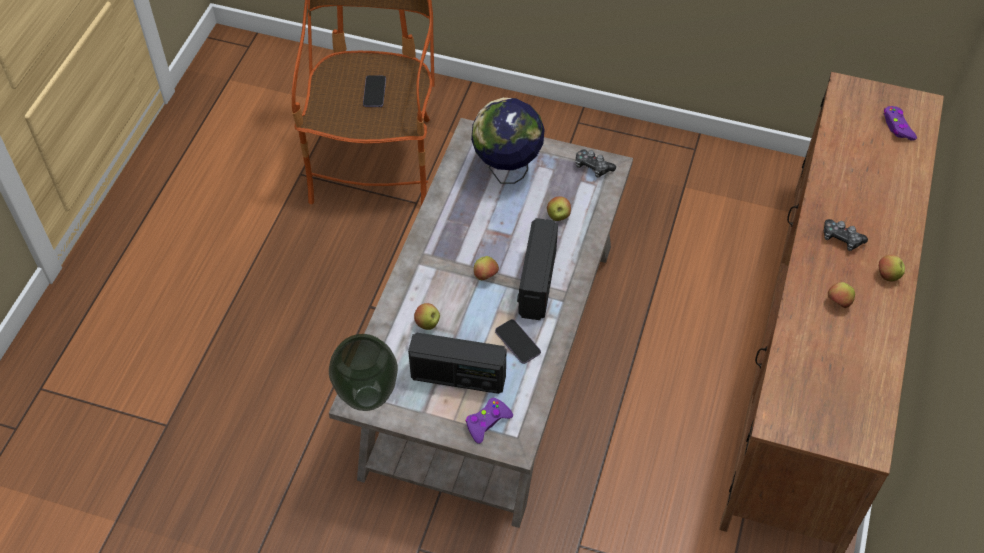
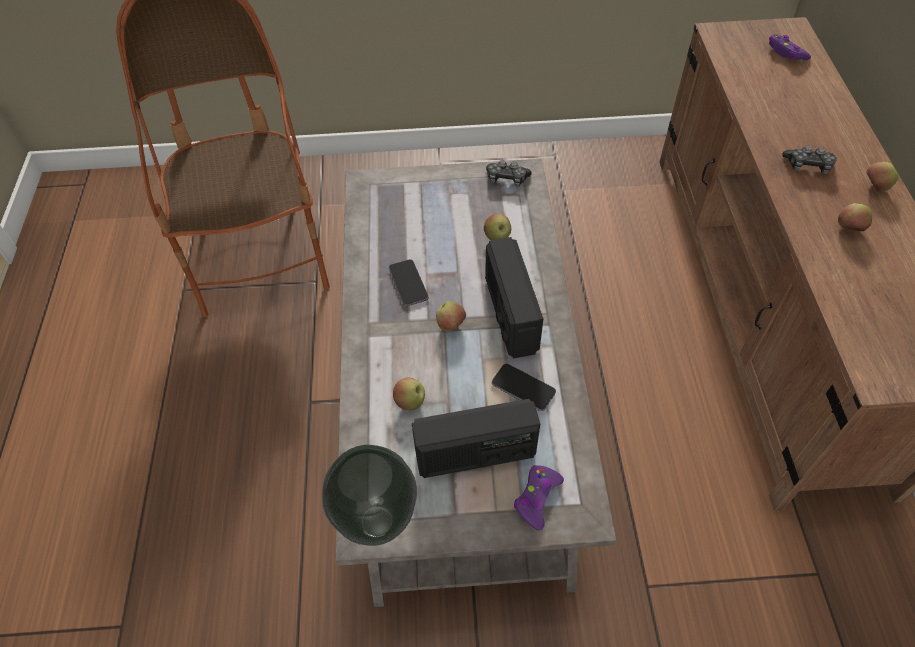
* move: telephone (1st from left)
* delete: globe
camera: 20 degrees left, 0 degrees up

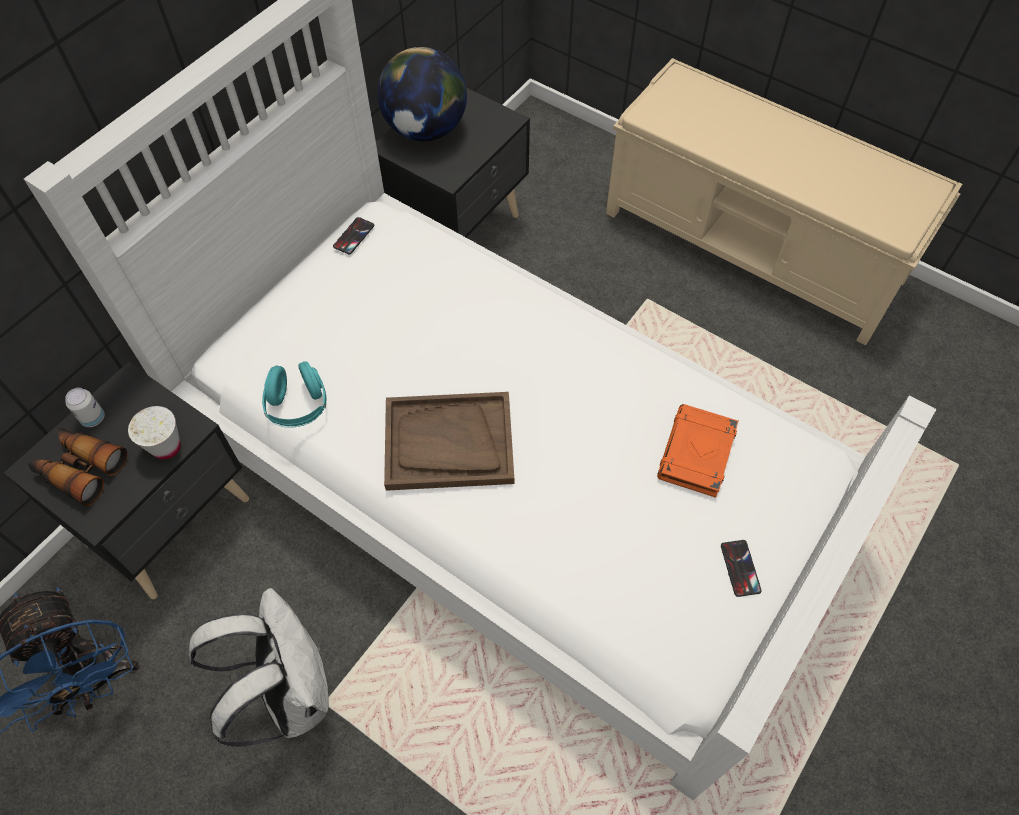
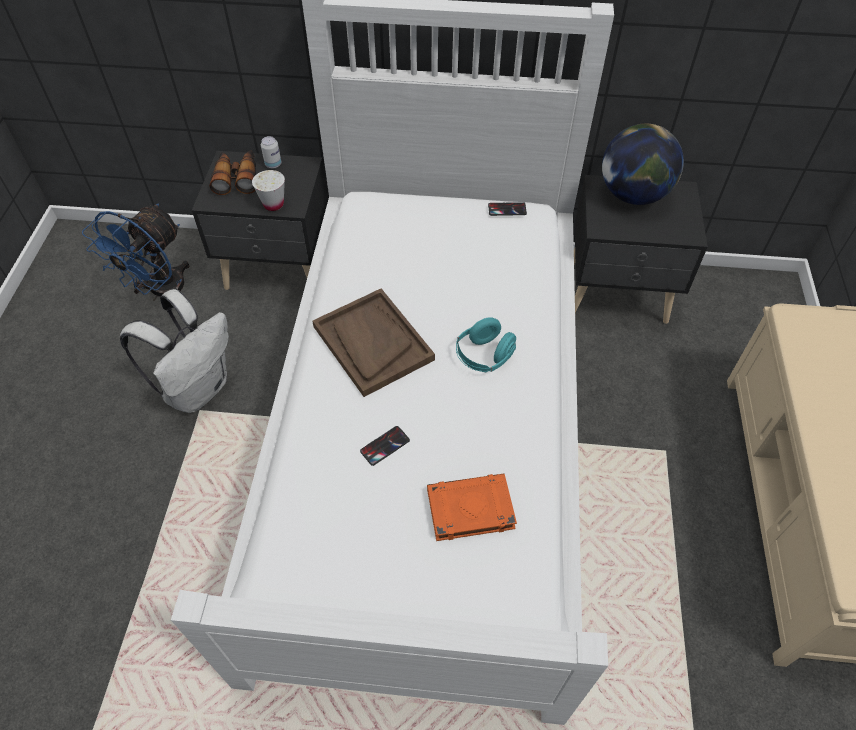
* move: turquoise headphones
* move: telephone (2nd from left in the first image) to telephone (1st from left)
camera: 60 degrees right, 5 degrees down

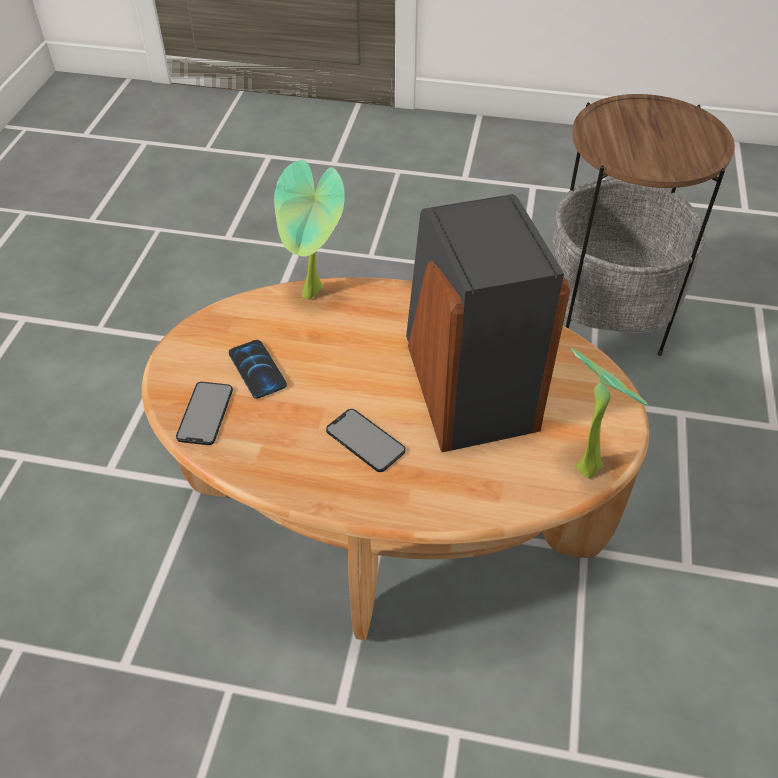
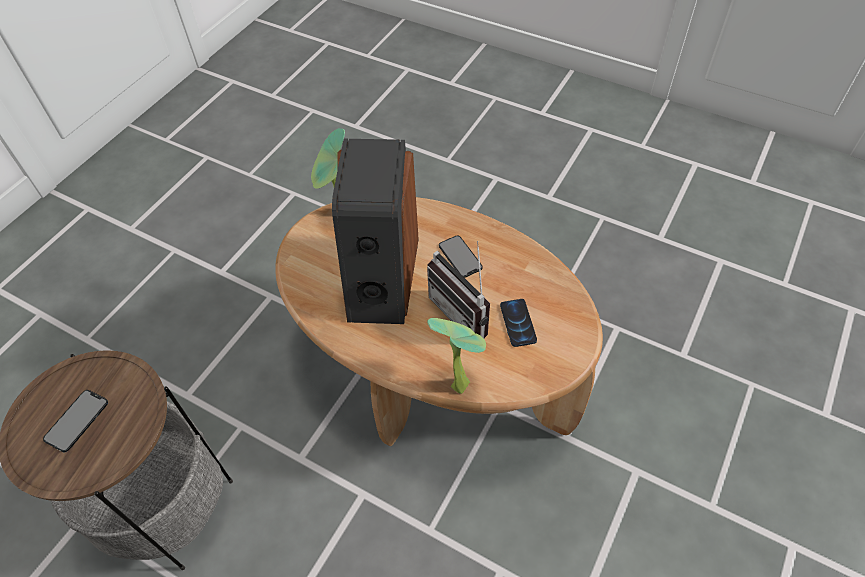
* move: telephone (1st from left)
* insert: radio receiver
camera: 160 degrees left, 5 degrees up

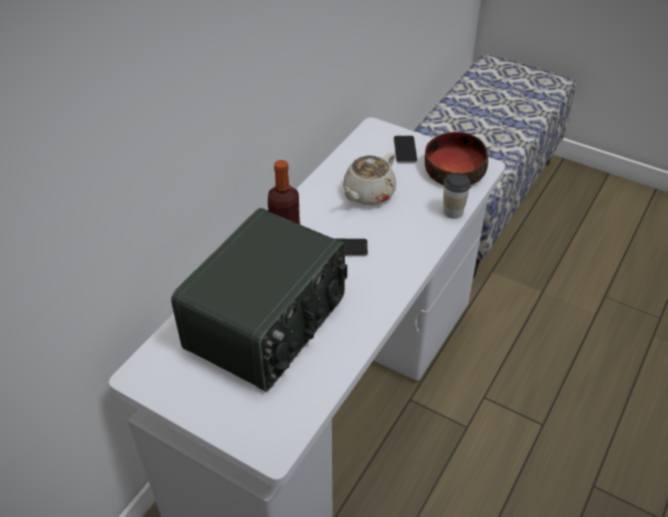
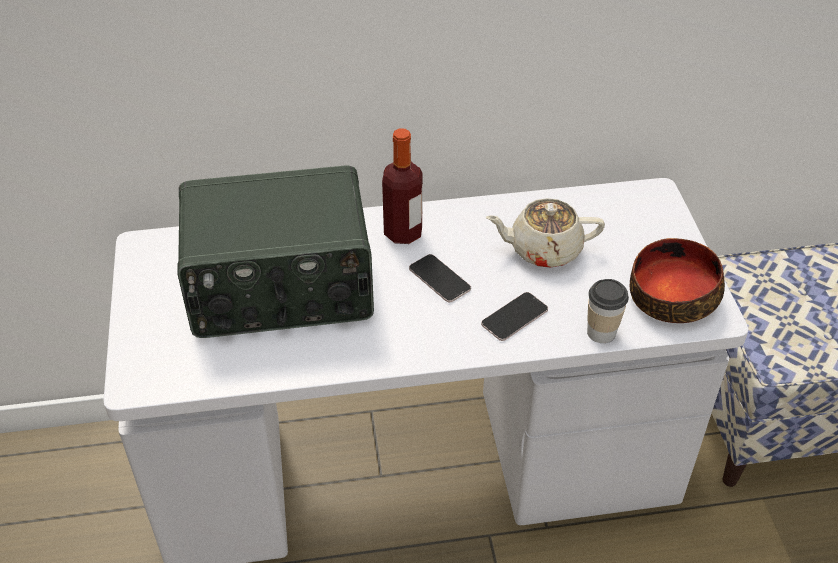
* move: telephone (2nd from left)
camera: 50 degrees right, 0 degrees up

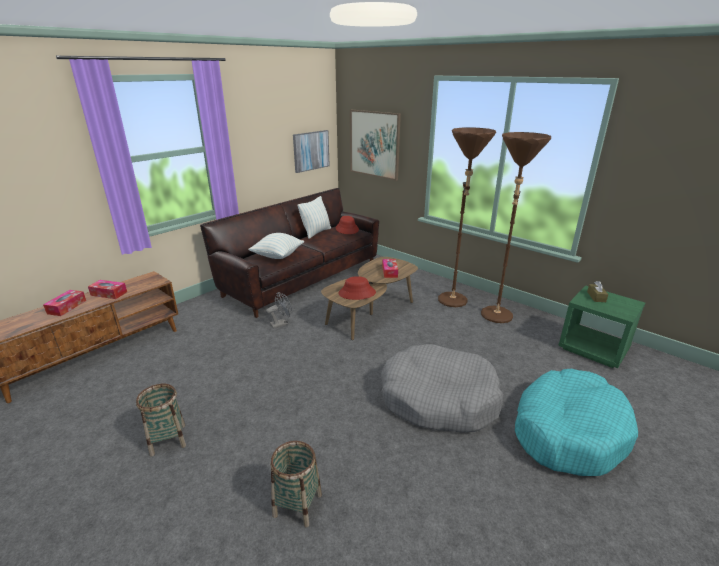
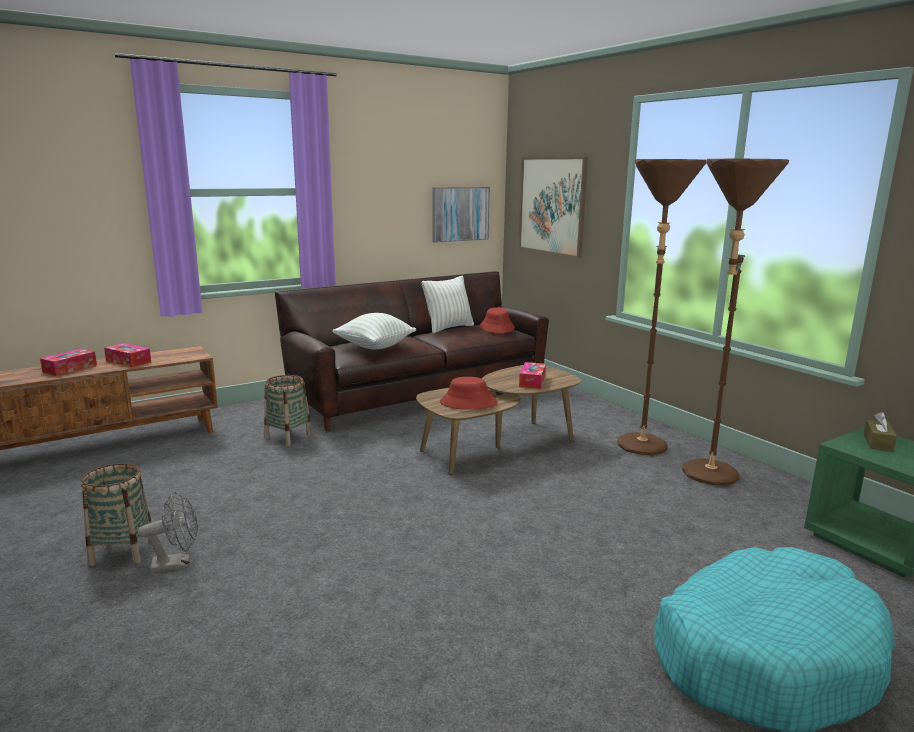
* move: gray cooling fan
* delete: gray pet bed
* move: storage basket (2nd from left)
camera: 15 degrees right, 10 degrees down

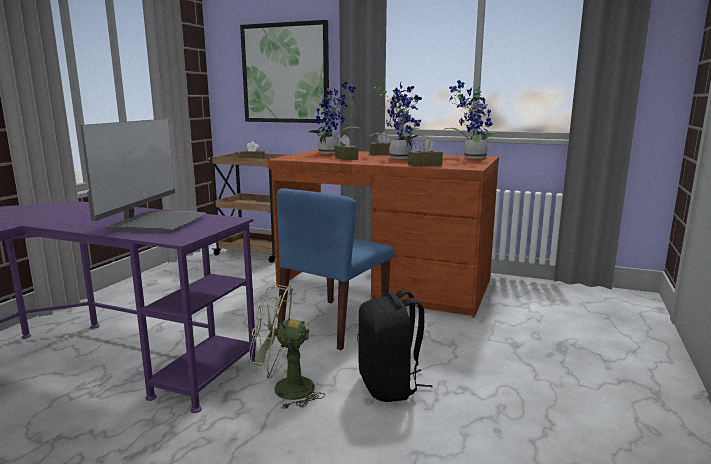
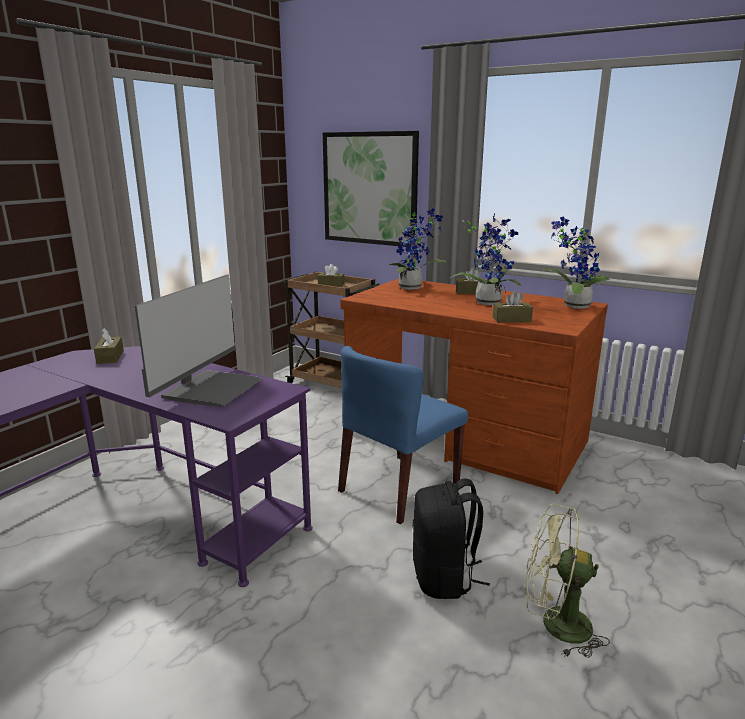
* move: brown-coloured tissue box (2nd from left in the first image) to brown-coloured tissue box (1st from left)
* move: green-coloured cooling fan
camera: 10 degrees right, 5 degrees up

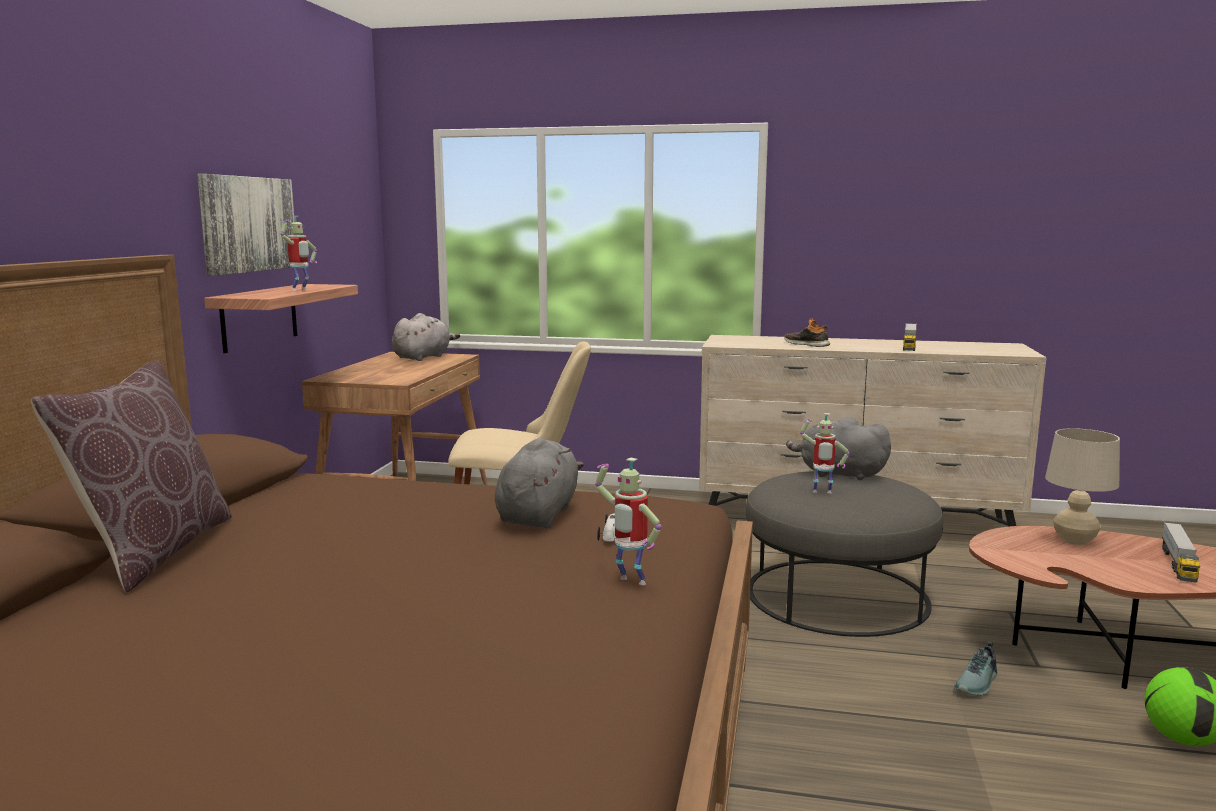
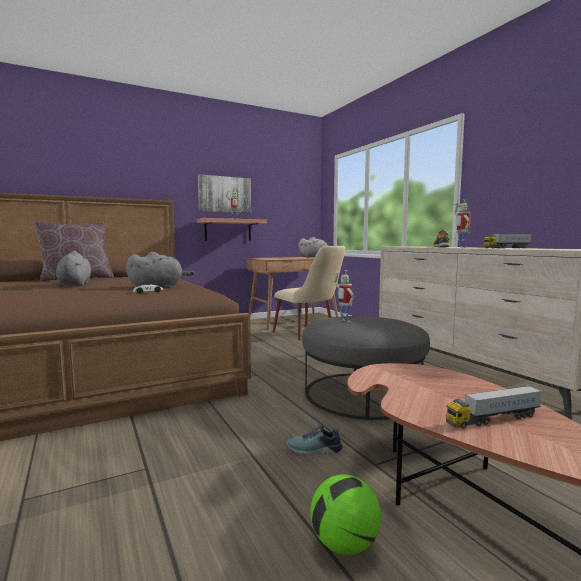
* move: gray soft toy (3rd from left in the first image) to gray soft toy (1st from left)
* delete: beige-coloured lamp for a table
* move: robot figure (2nd from left in the first image) to robot figure (3rd from left)
camera: 50 degrees right, 5 degrees down

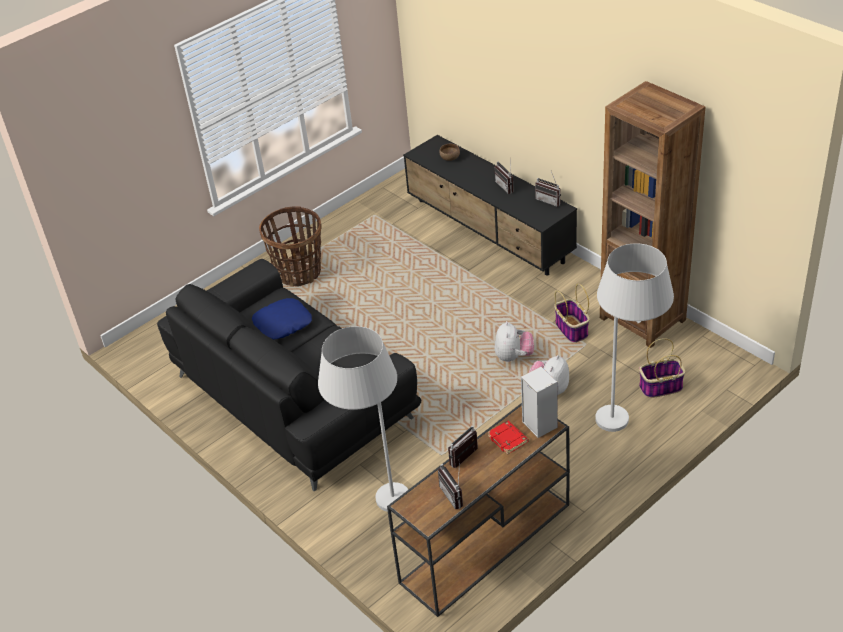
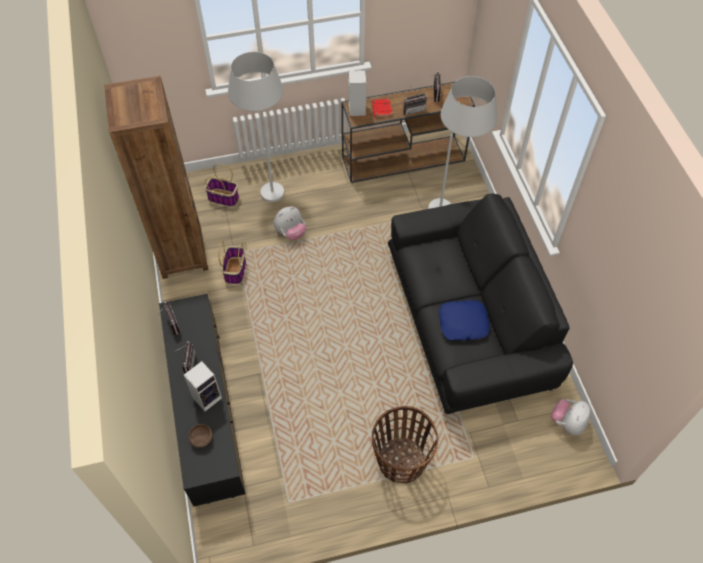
* move: soft toy (1st from left in the first image) to soft toy (2nd from left)
* insert: speaker (1st from left)
camera: 155 degrees left, 15 degrees up

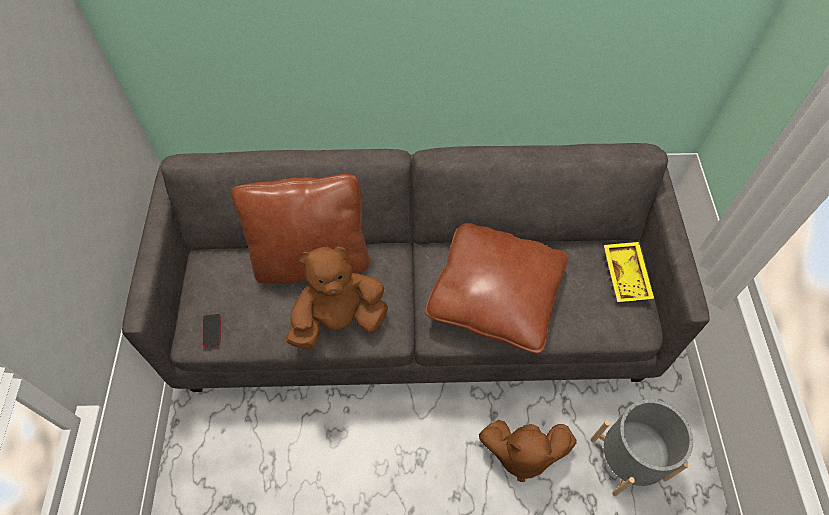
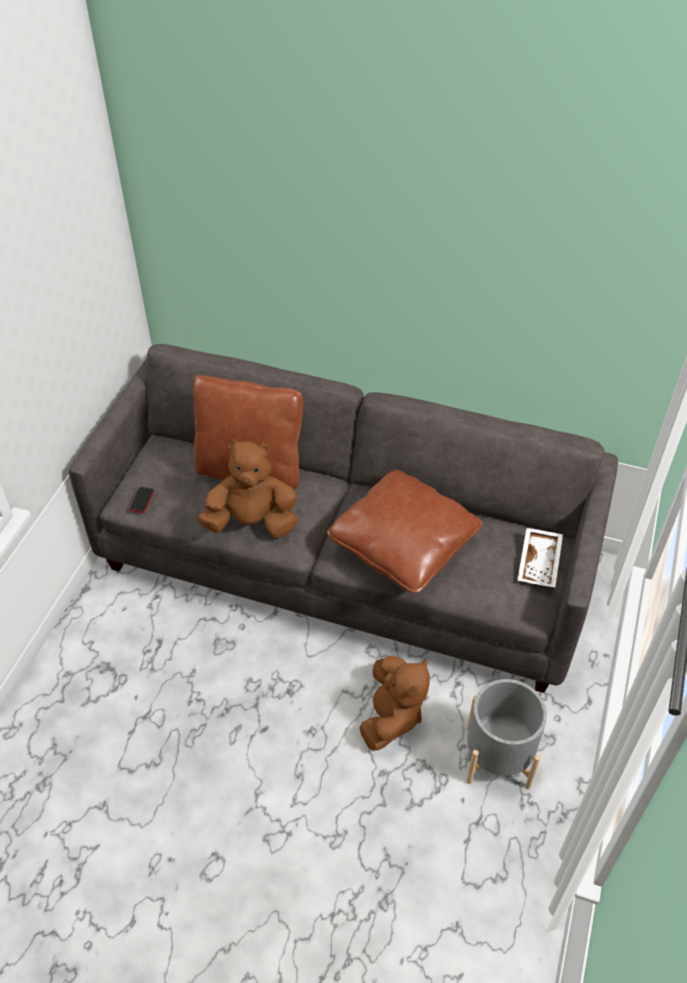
* recolor: yellow-coloured tray to white-coloured tray
* rotate: brown-coloured soft toy (2nd from left) 105 degrees counterclockwise
camera: 20 degrees right, 10 degrees down

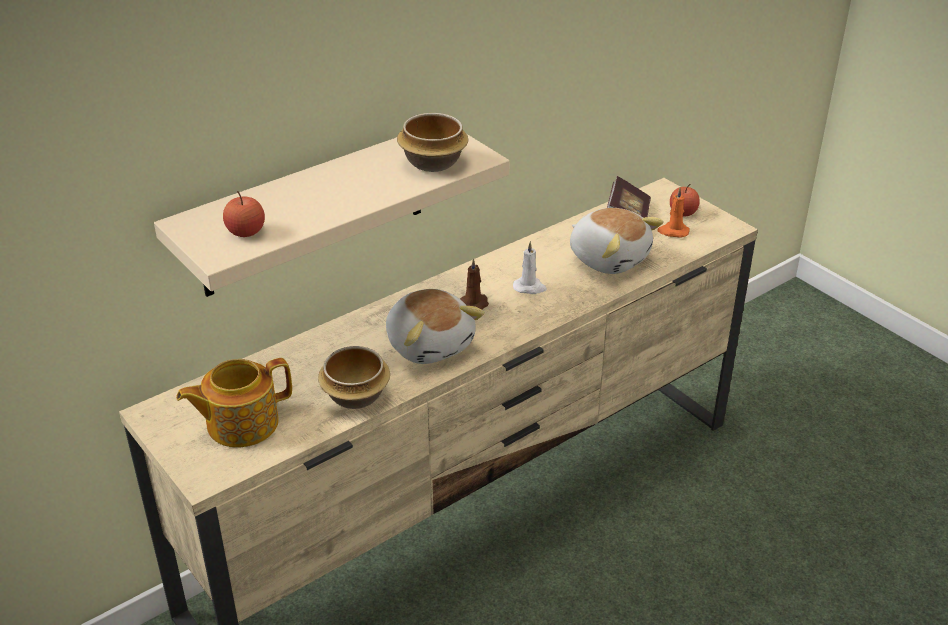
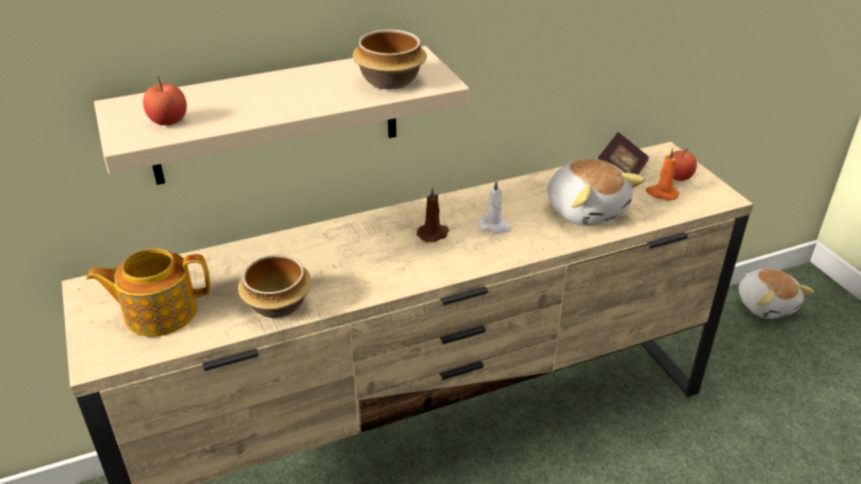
* move: soft toy (1st from left in the first image) to soft toy (2nd from left)
camera: 15 degrees right, 0 degrees up

